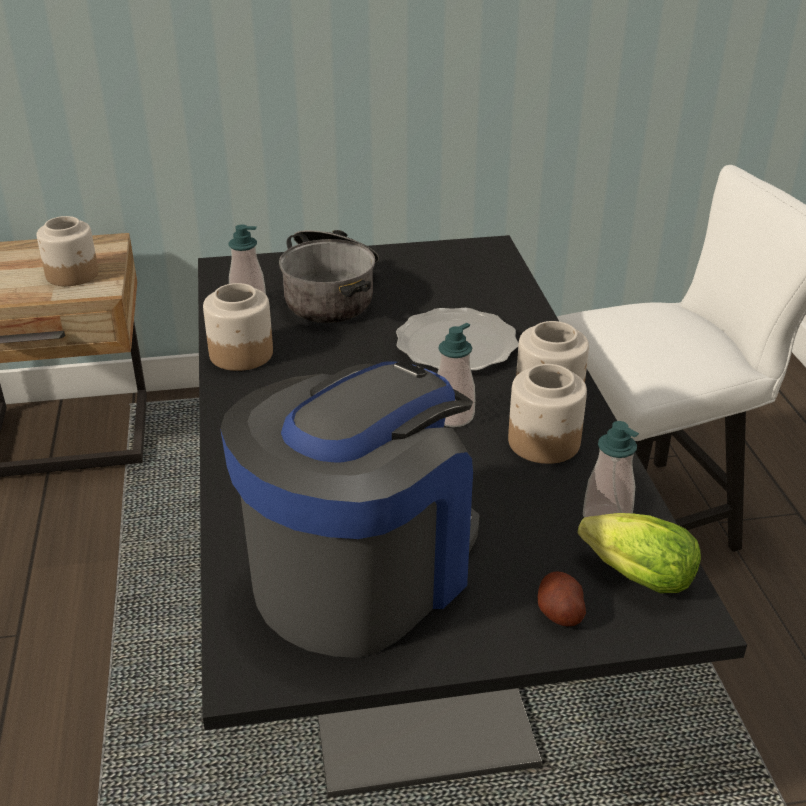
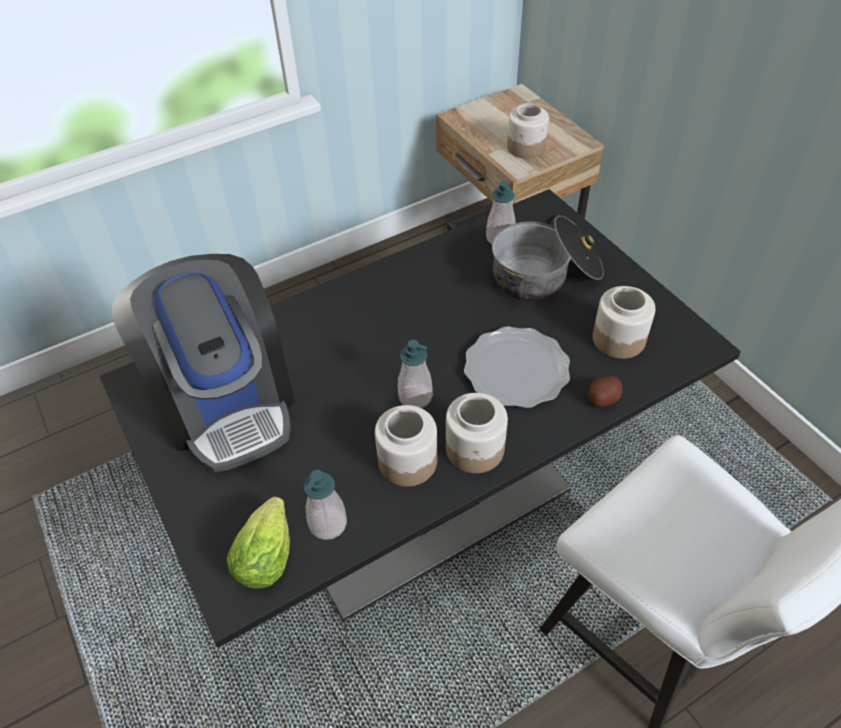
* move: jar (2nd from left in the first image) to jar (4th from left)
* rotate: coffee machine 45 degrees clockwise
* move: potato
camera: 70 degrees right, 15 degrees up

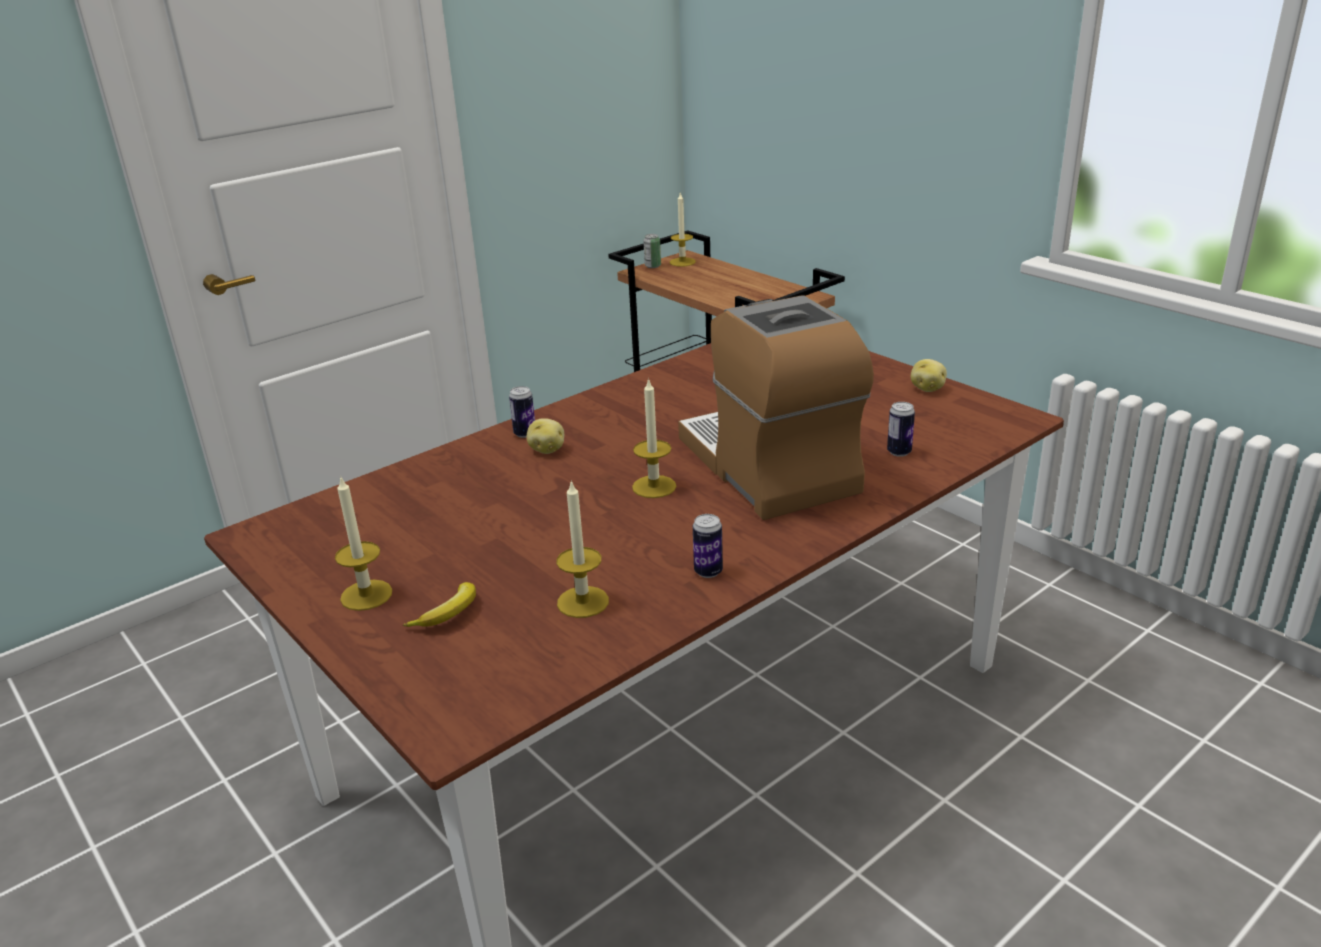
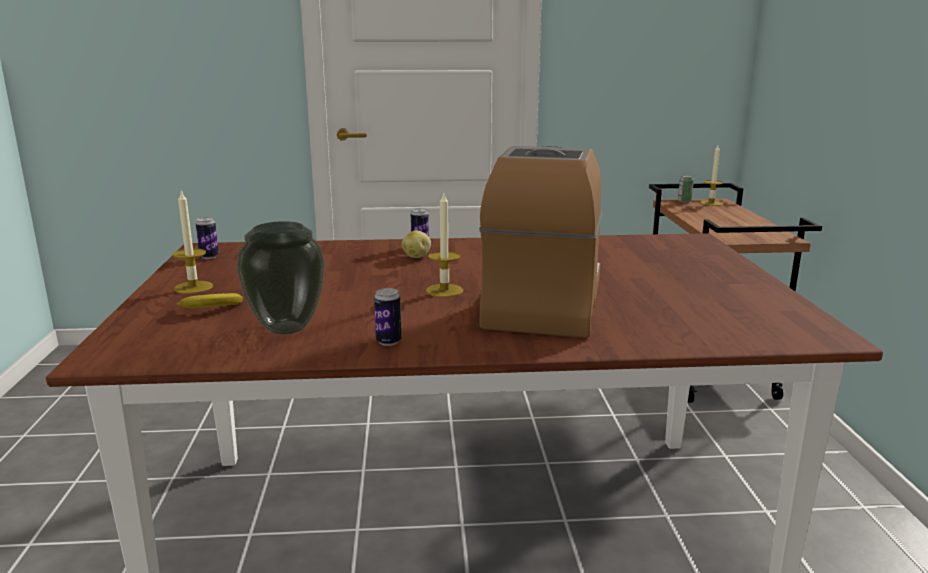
* delete: potato (2nd from left)
* move: can (4th from left in the first image) to can (1st from left)
* replace: wax candle (2nd from left) to vase
camera: 35 degrees right, 10 degrees down

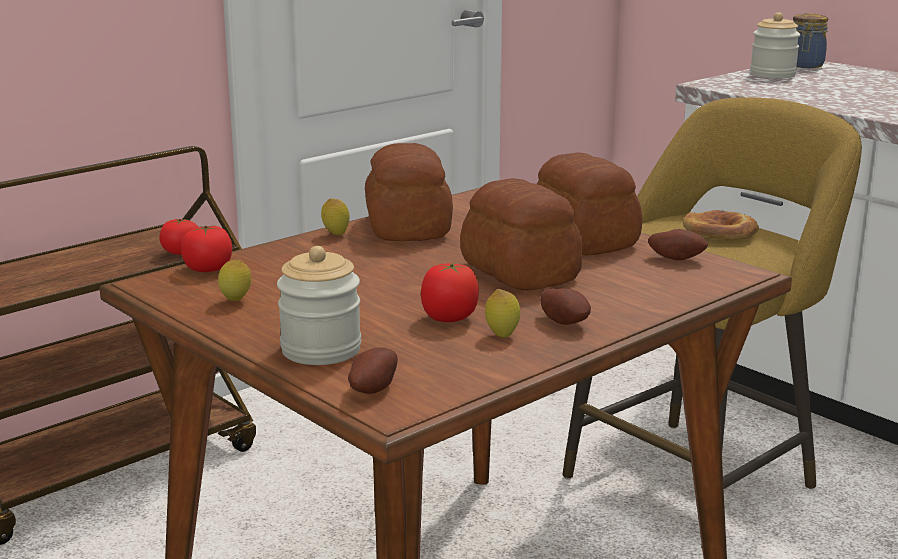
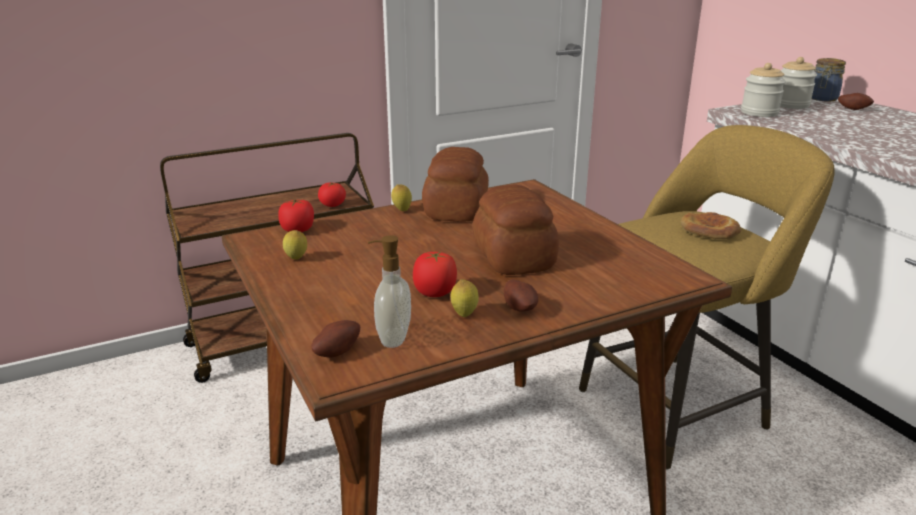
* delete: baked bread (3rd from left)
* move: potato (3rd from left)
* move: jar (1st from left)
* insert: soap dispenser
camera: 15 degrees right, 5 degrees up

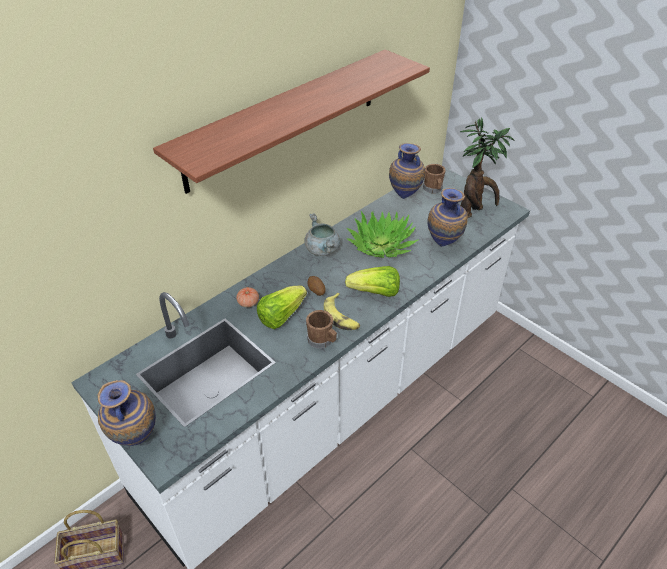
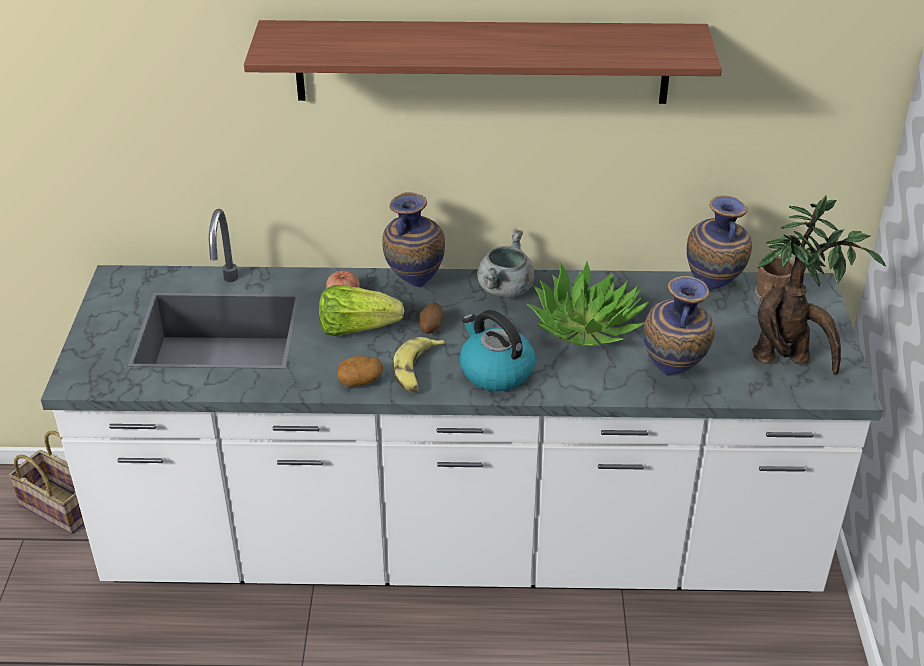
* replace: head of lettuce (2nd from left) to water kettle
* replace: brown-coloured mug (1st from left) to potato (1st from left)
* move: vase (1st from left)
camera: 45 degrees right, 5 degrees down

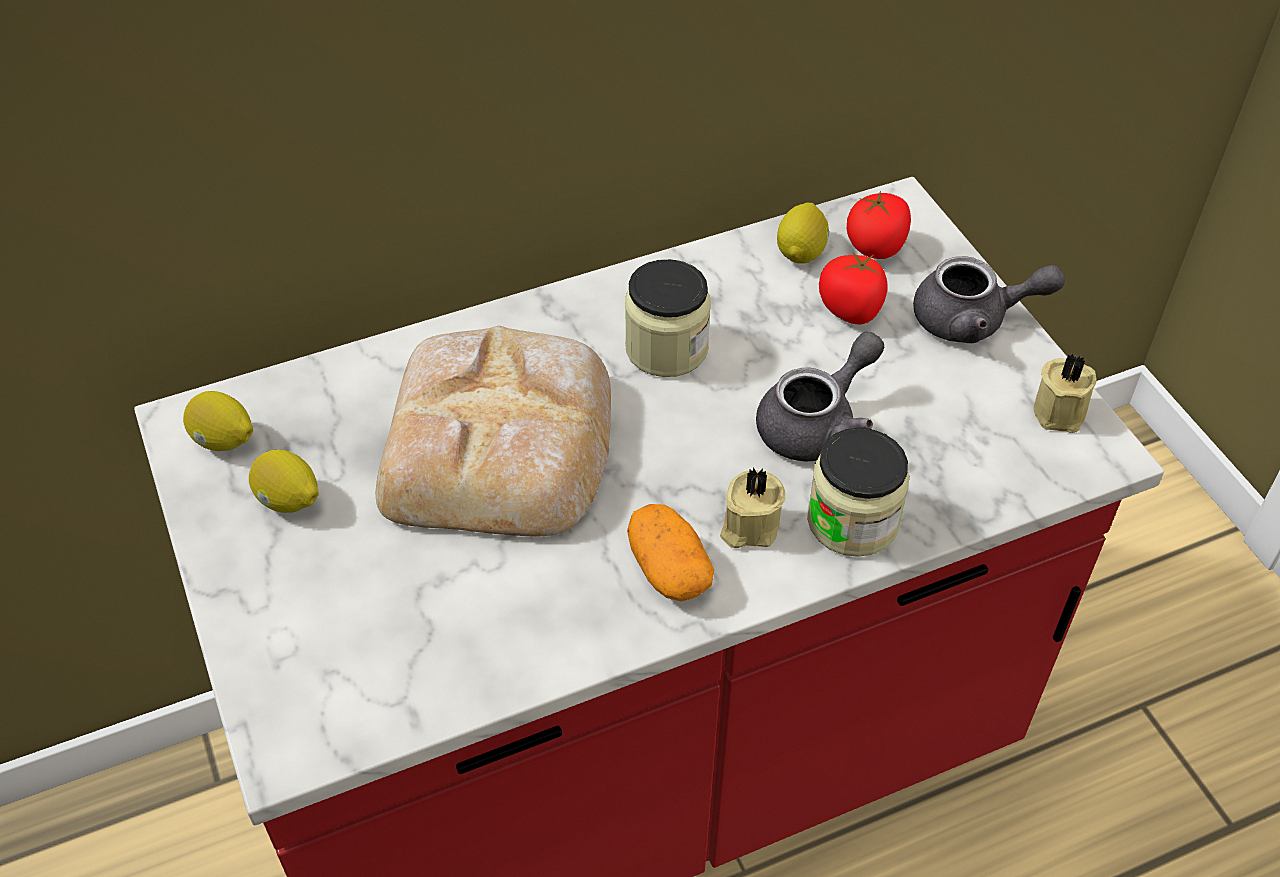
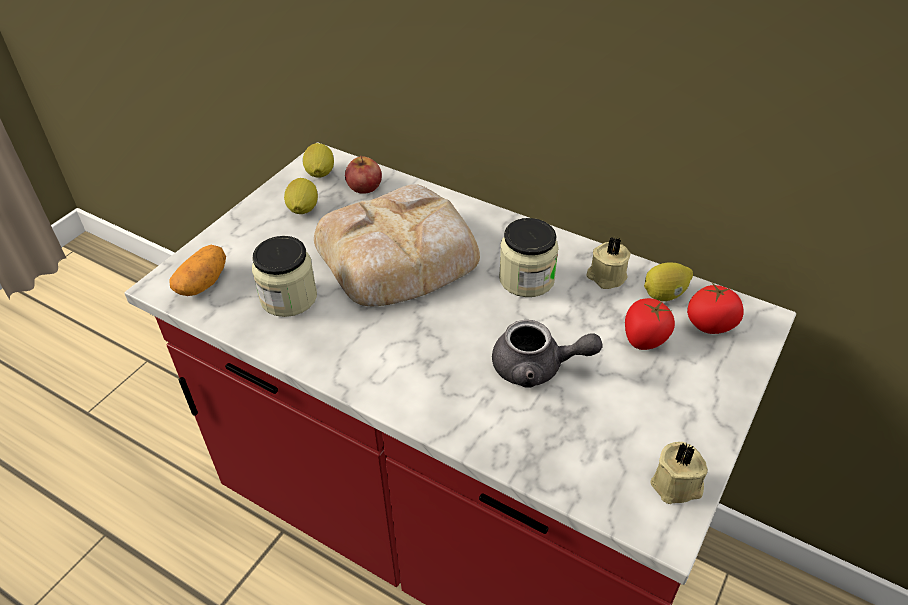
* delete: gray tea pot (2nd from left)
* move: jar (2nd from left in the first image) to jar (1st from left)
* move: beige-coloured wax candle (1st from left)
* move: potato
* insert: apple fruit
camera: 55 degrees right, 5 degrees down

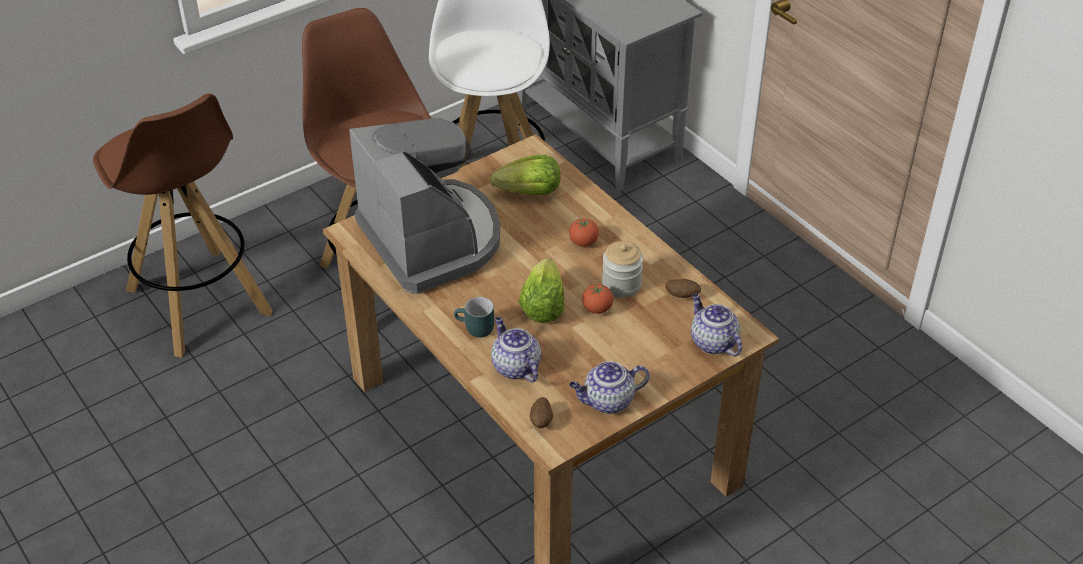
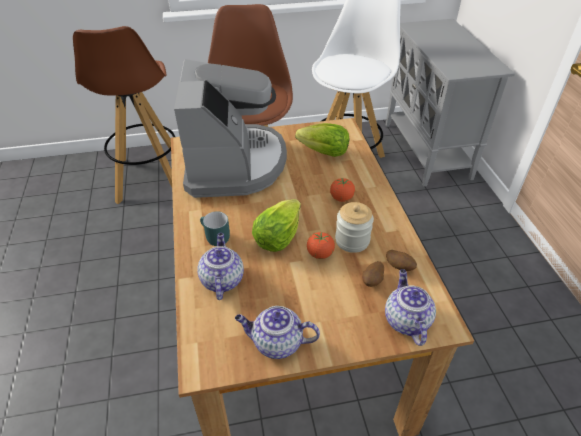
* move: potato (1st from left)
camera: 25 degrees right, 0 degrees up

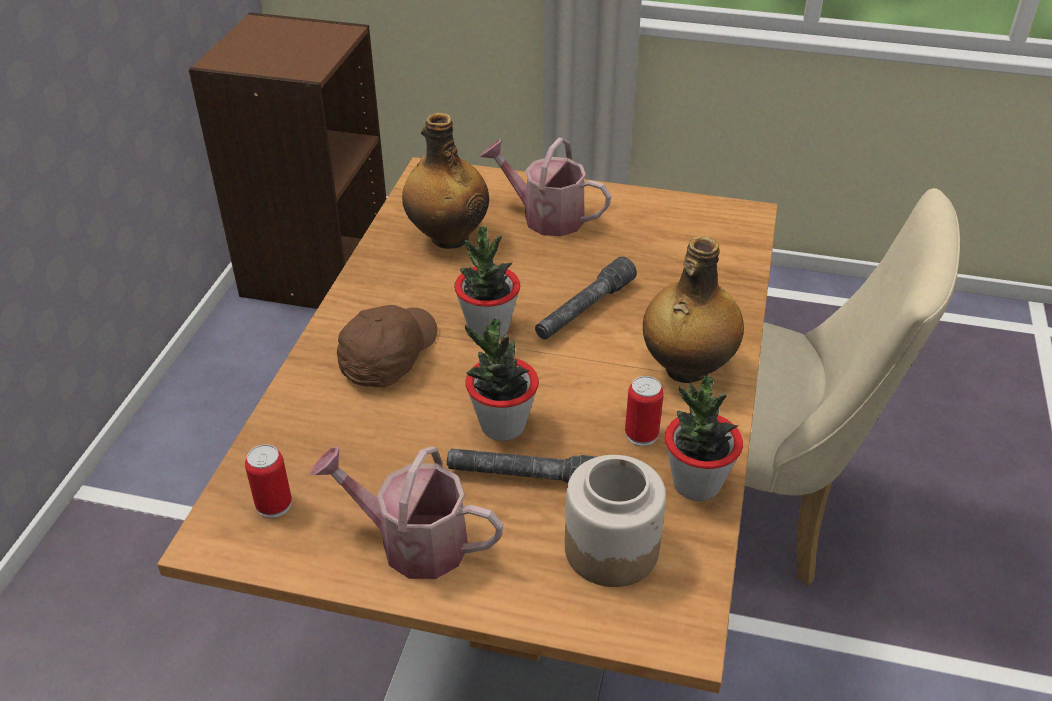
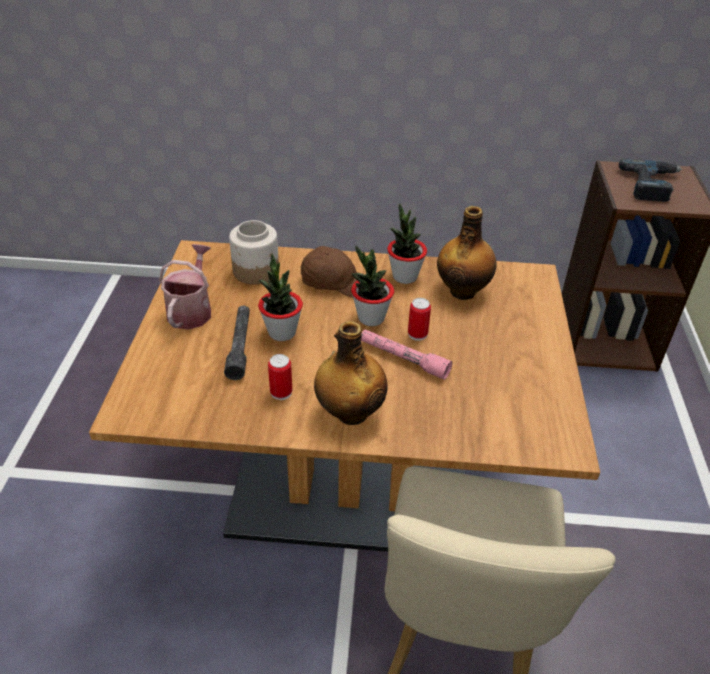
* delete: watering can (2nd from left)
* recolor: gray flashlight (2nd from left) to pink-coloured flashlight
* move: plant in a pot (3rd from left)
* move: can (1st from left in the first image) to can (2nd from left)
* move: jar
* insert: power drill
camera: 80 degrees right, 0 degrees up

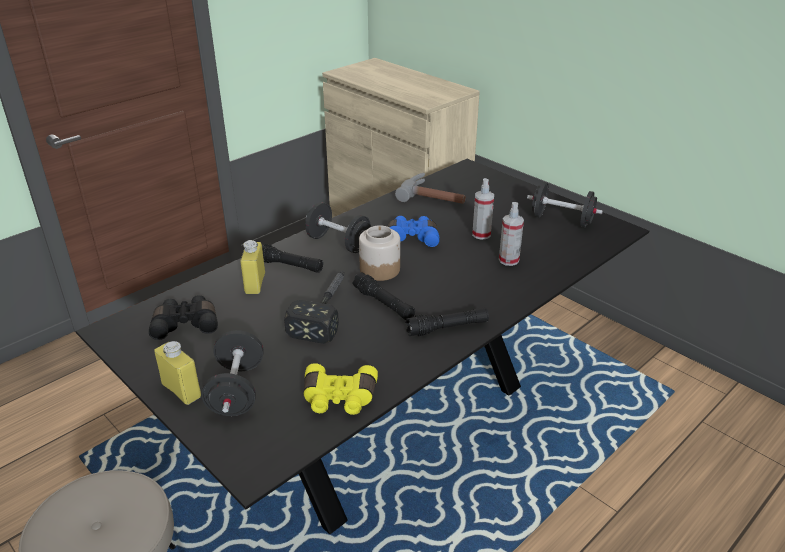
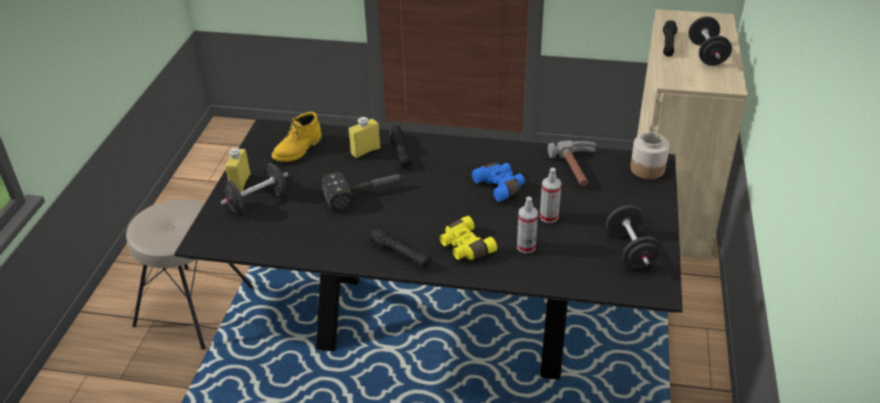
* move: black-coloured free weight (2nd from left in the first image) to black-coloured free weight (3rd from left)
* move: jar
* move: black-coloured flashlight (2nd from left in the first image) to black-coloured flashlight (3rd from left)
* replace: black-coloured binoculars to yellow-coloured high-top boot
* move: yellow-coloured binoculars
camera: 55 degrees right, 5 degrees up

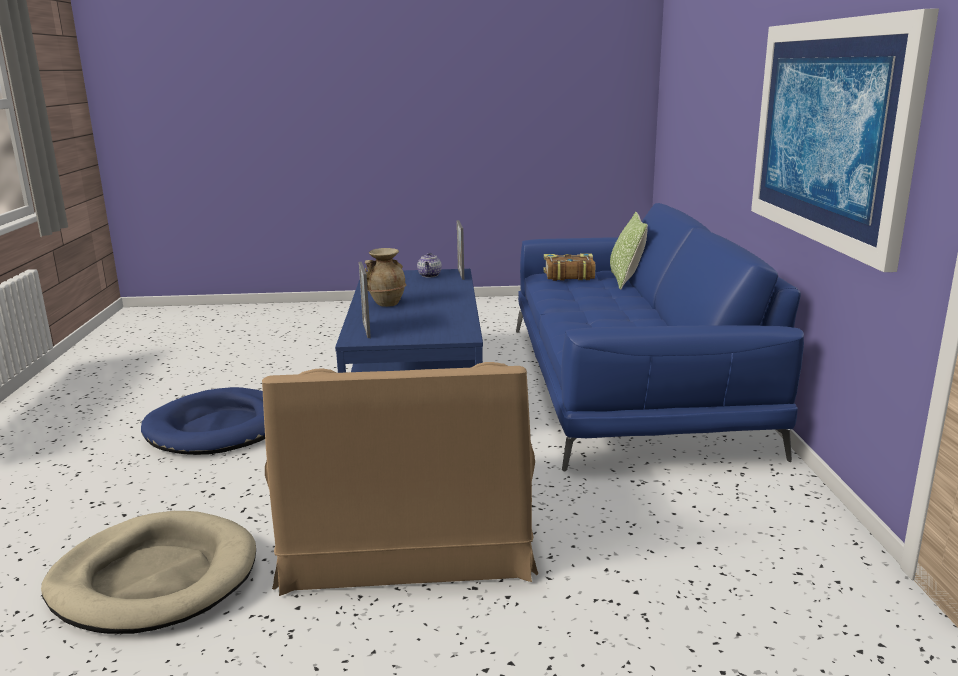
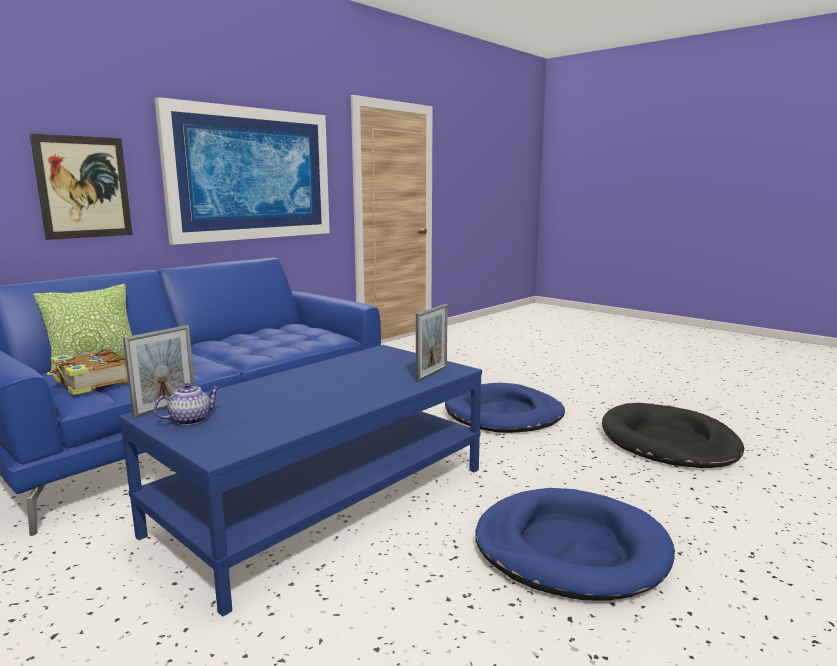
* delete: beige-coloured vase
* replace: brown-coloured armchair to blue pet bed (1st from left)
* recolor: beige-coloured pet bed to black-coloured pet bed
* insert: wall art (1st from left)
camera: 135 degrees left, 5 degrees down

